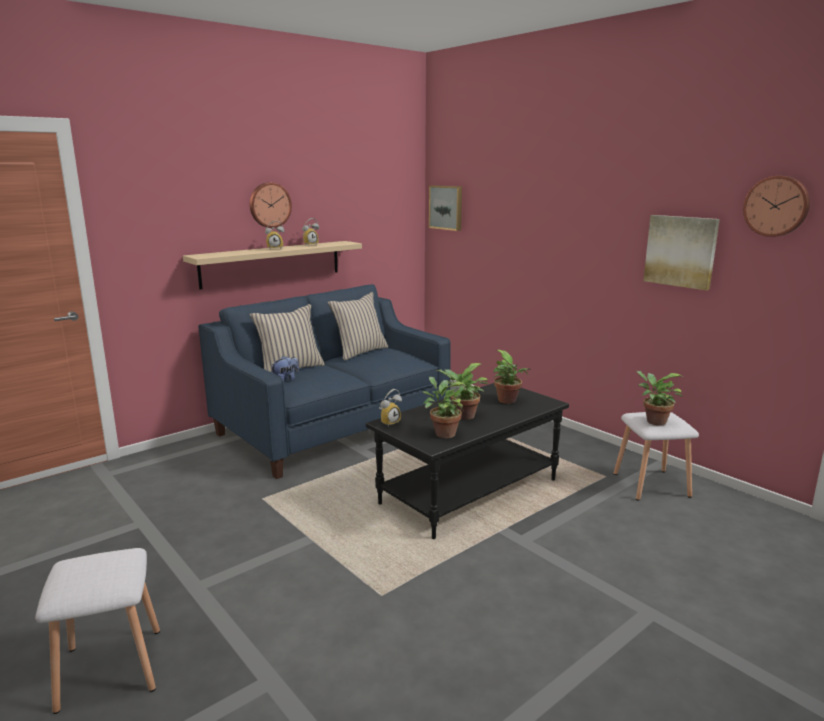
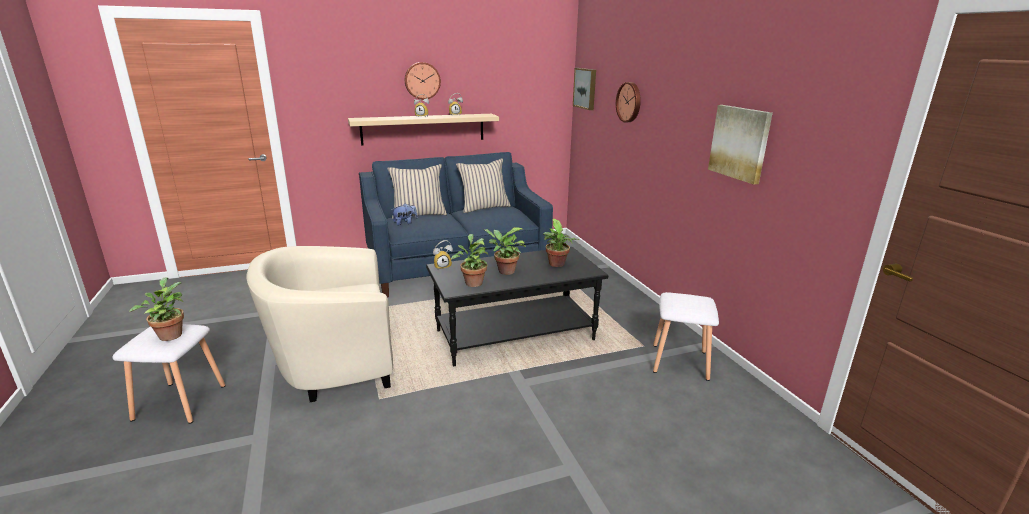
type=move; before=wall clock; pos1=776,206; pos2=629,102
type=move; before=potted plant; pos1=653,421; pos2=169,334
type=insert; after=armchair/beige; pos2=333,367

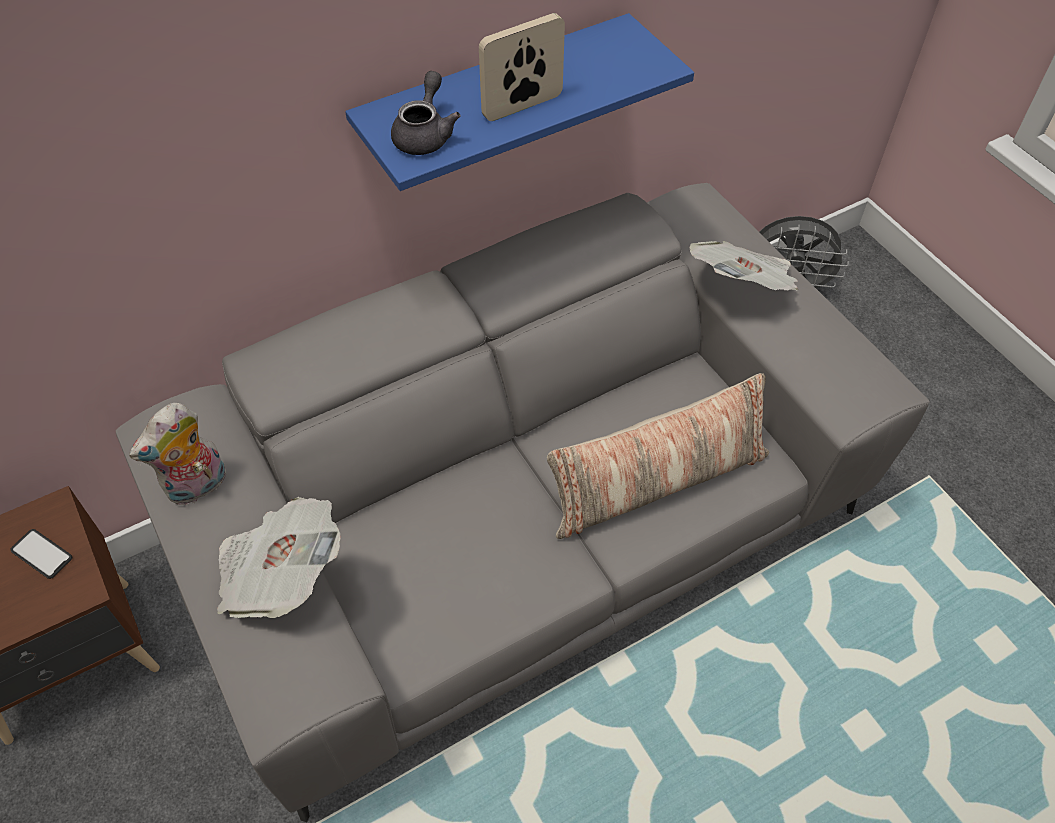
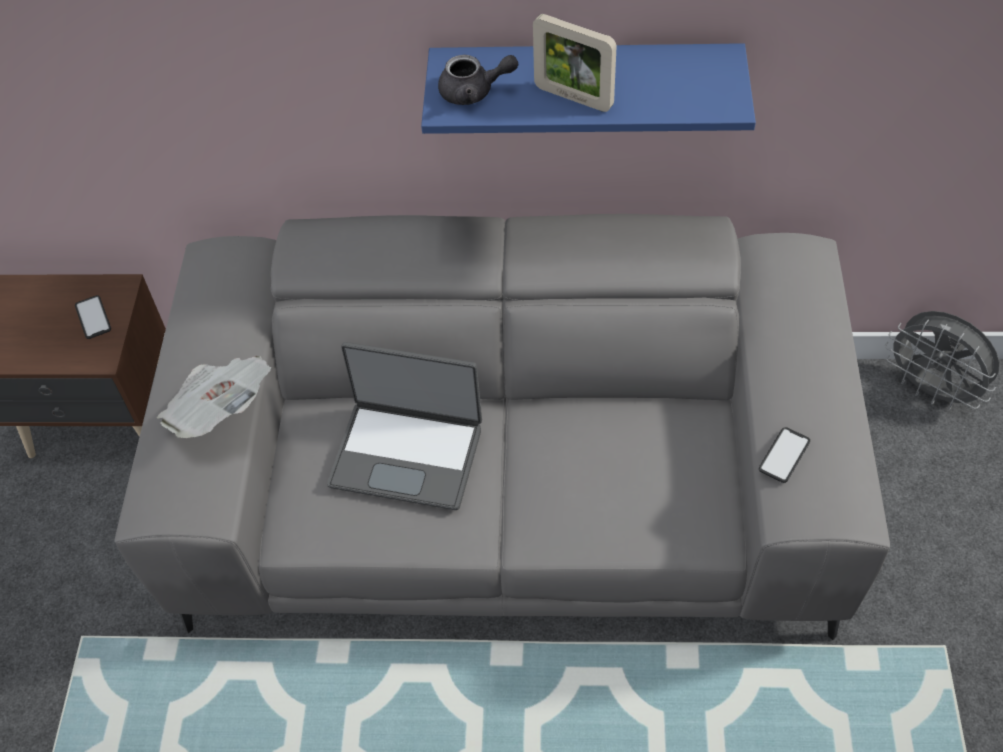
type=rotate; before=picture frame; pos1=522,106; pos2=573,97; turn=-150
type=rotate; before=teapot/grey; pos1=425,134; pos2=474,92; turn=45
type=delete; before=newspaper; pos1=743,285
type=delete; before=pillow; pos1=657,482
type=delete; before=plush toy; pos1=197,487
type=insert; after=laptop; pos2=407,454
type=insert; after=phone; pos2=784,455

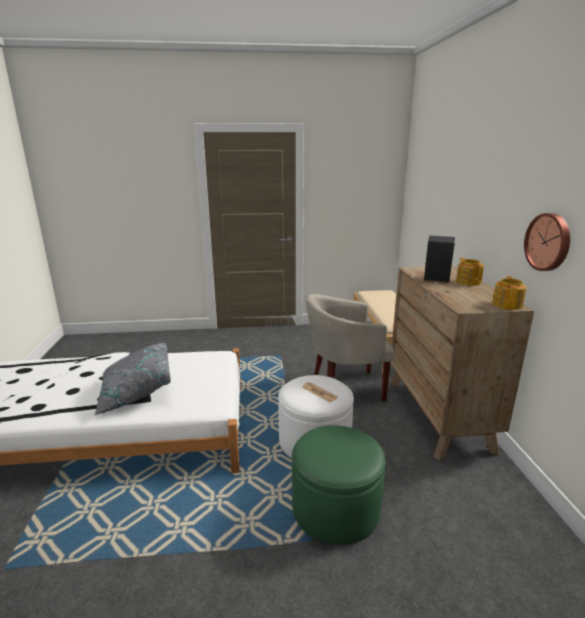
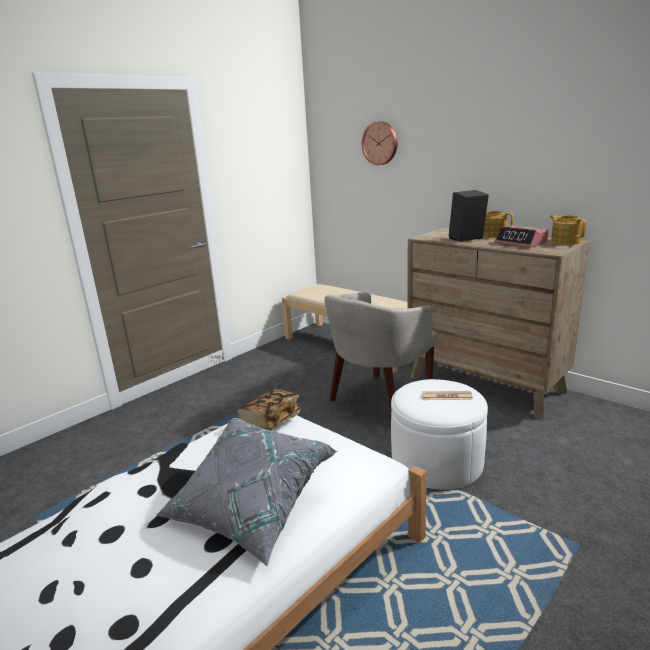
type=move; before=wall clock; pos1=549,242; pos2=380,143
type=delete; before=ottoman/green; pos1=336,507
type=insert; after=alarm clock; pos2=521,243
type=insert; after=book; pos2=271,421

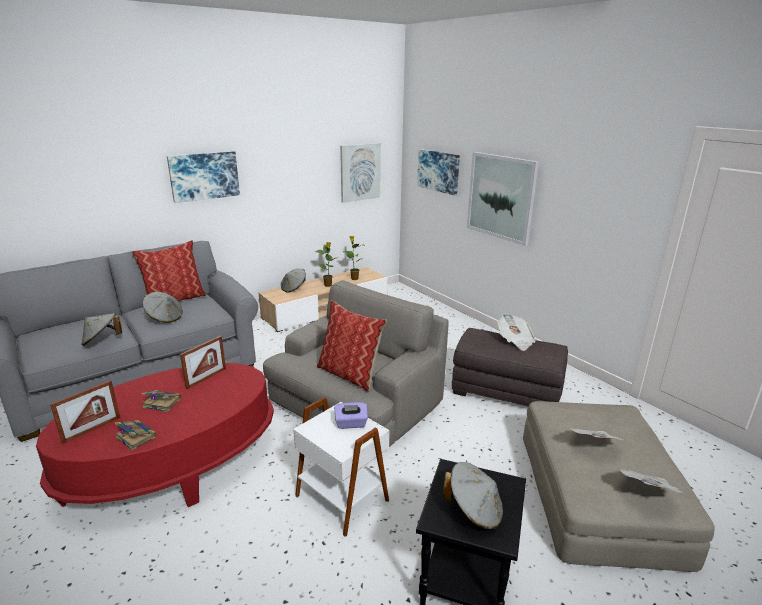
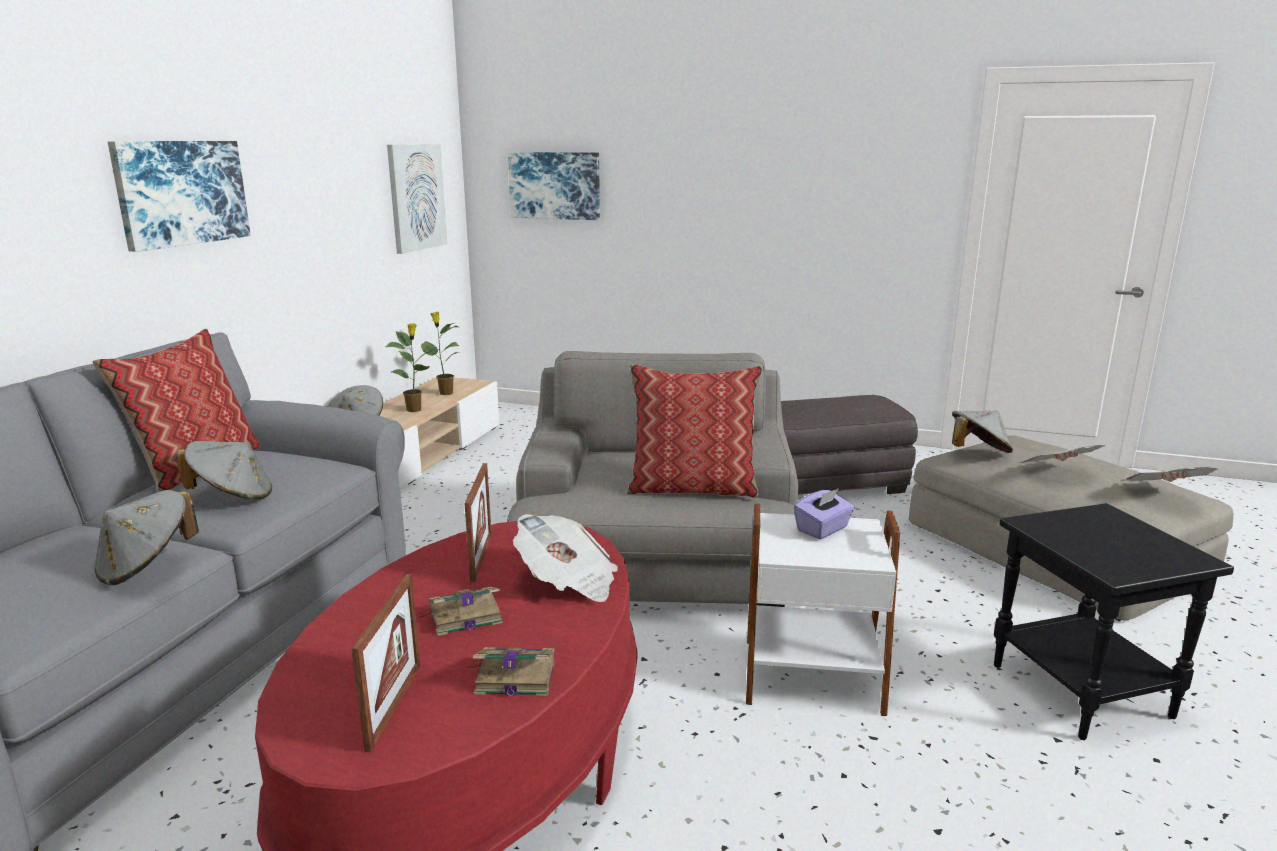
type=delete; before=picture; pos1=500,197
type=move; before=newspaper; pos1=515,341; pos2=568,582
type=move; before=hat/grey; pos1=474,510; pos2=978,452

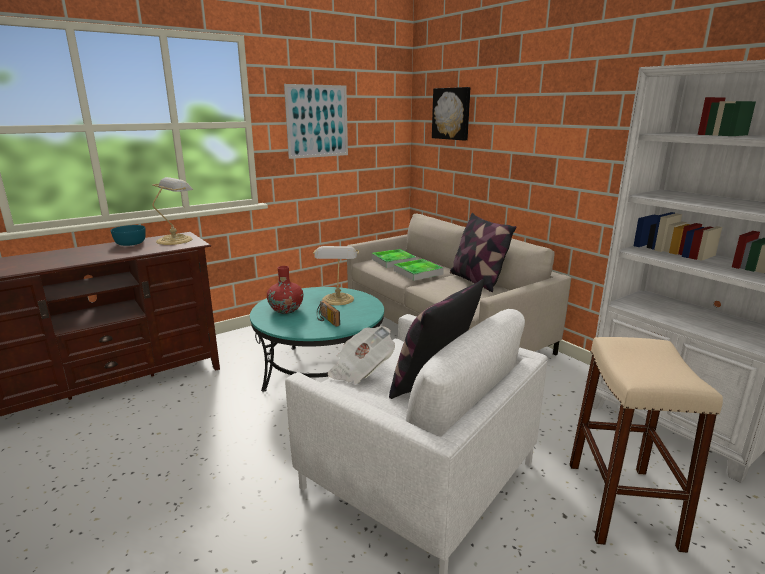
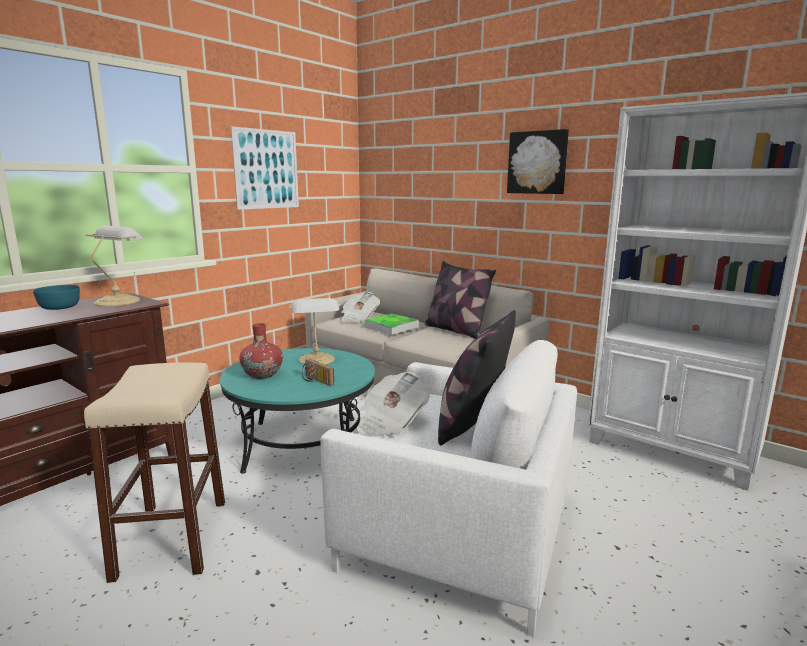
type=move; before=picture; pos1=452,113; pos2=537,162
type=replace; before=tray; after=newspaper; pos1=393,261; pos2=358,318
type=move; before=stool/beige; pos1=621,503; pos2=172,538

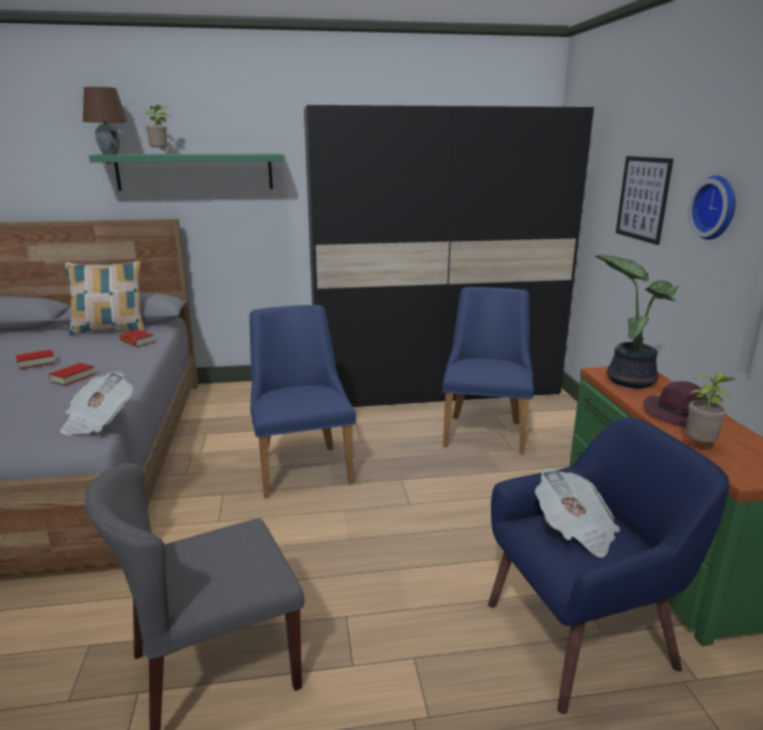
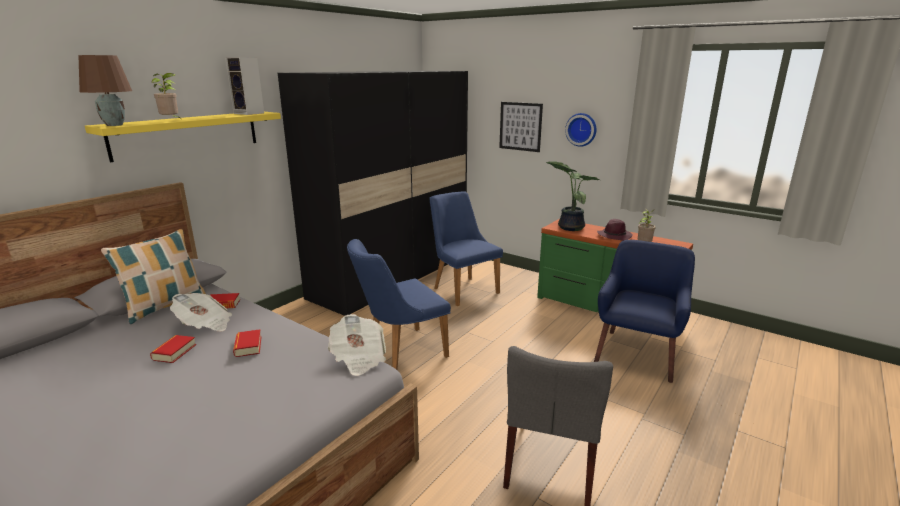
type=recolor; before=shelf/green; after=shelf/yellow; pos1=195,171; pos2=187,134
type=rotate; before=chair/blue; pos1=301,465; pos2=400,352; turn=-60
type=move; before=newspaper; pos1=575,530; pos2=205,324
type=insert; after=speaker; pos2=250,113

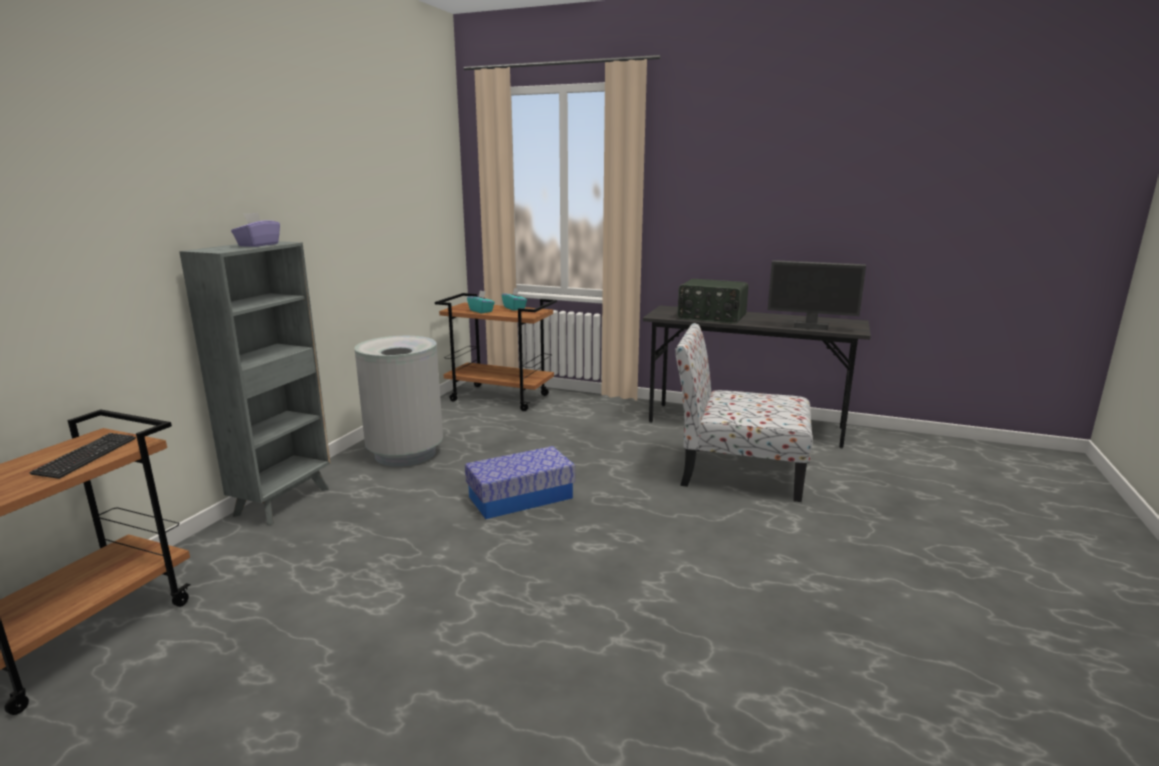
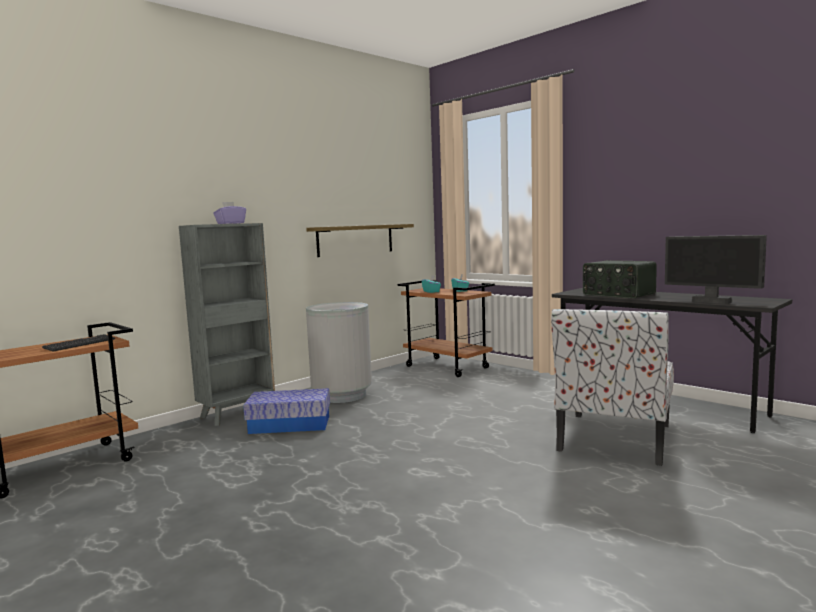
type=rotate; before=chair; pos1=738,472; pos2=614,439; turn=-105
type=move; before=storage box; pos1=520,497; pos2=290,424
type=insert; after=shelf; pos2=355,240

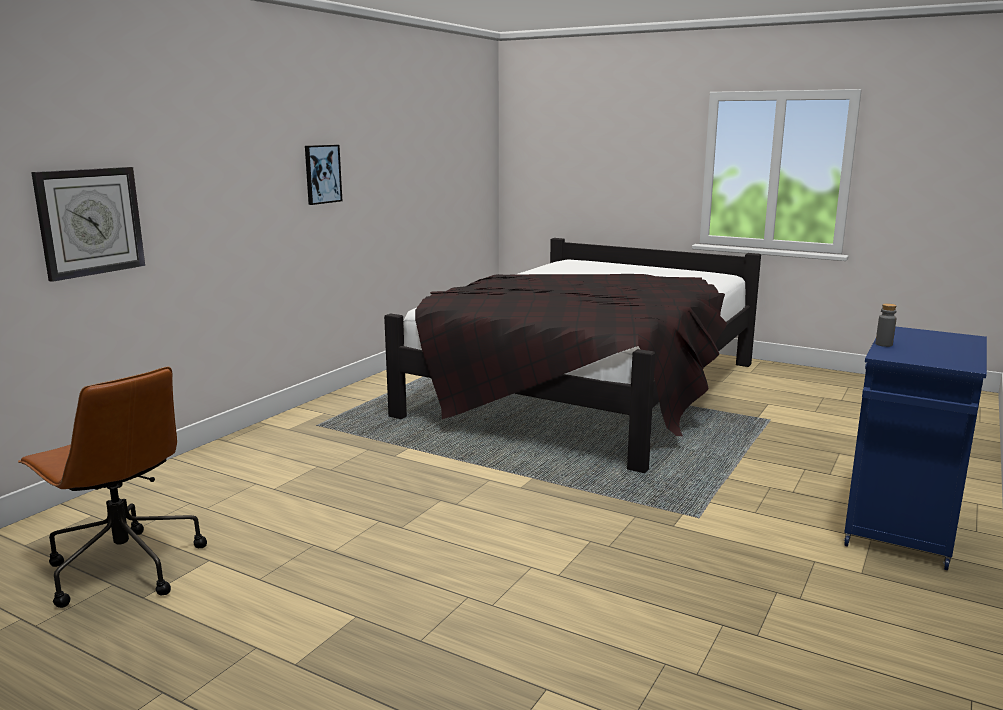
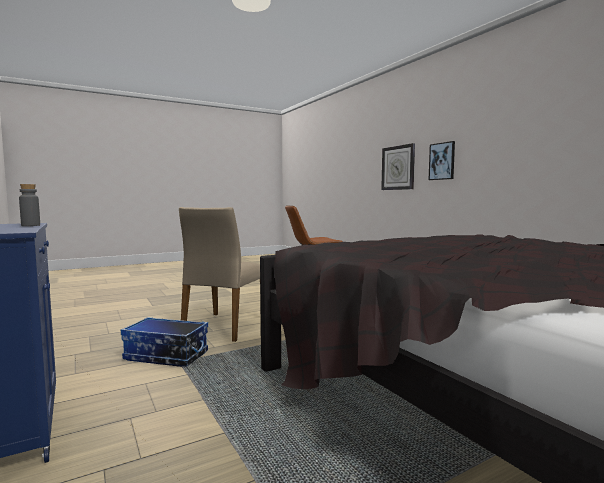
type=move; before=picture; pos1=322,174; pos2=442,161
type=insert; after=chair/beige; pos2=224,326
type=insert; after=storage box; pos2=165,356

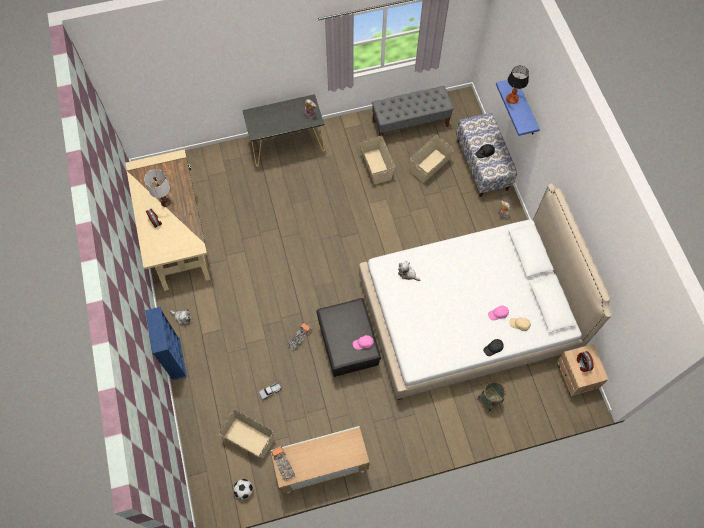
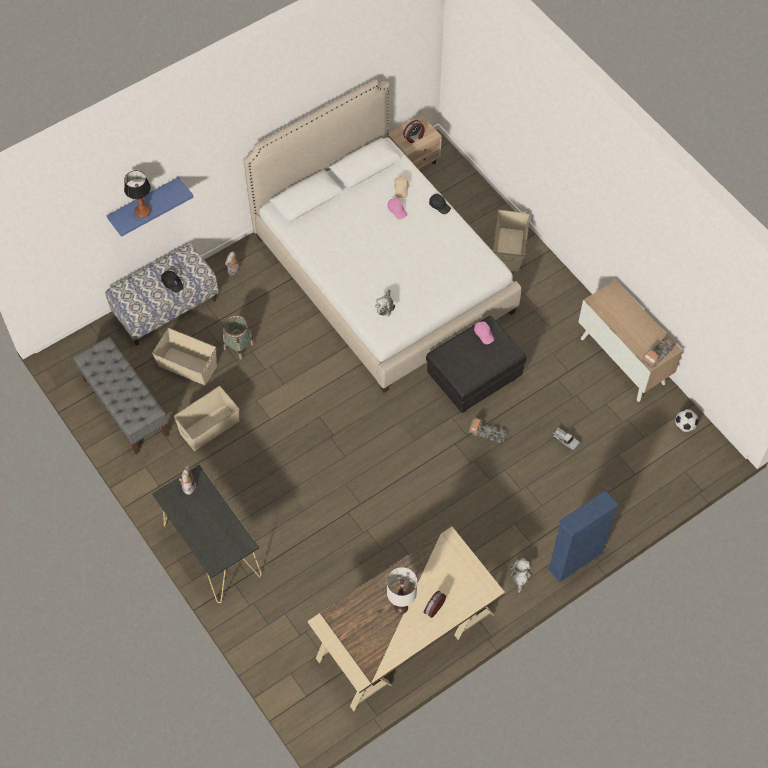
type=move; before=basket; pos1=489,400; pos2=238,346
type=move; before=storage box/beige; pos1=249,438; pos2=509,249

